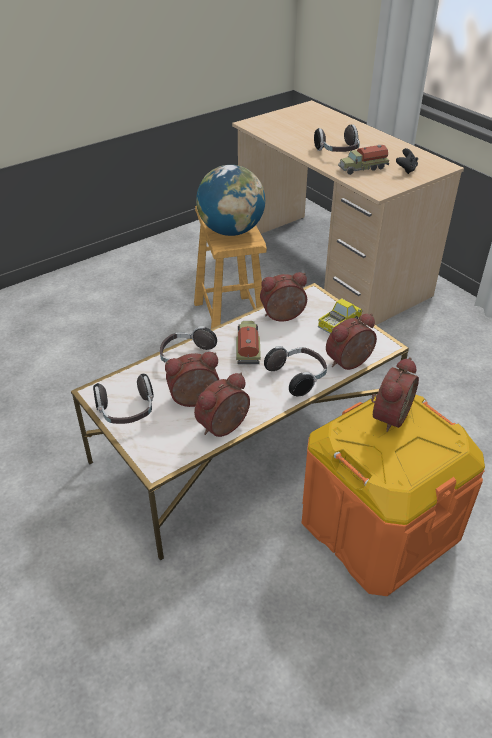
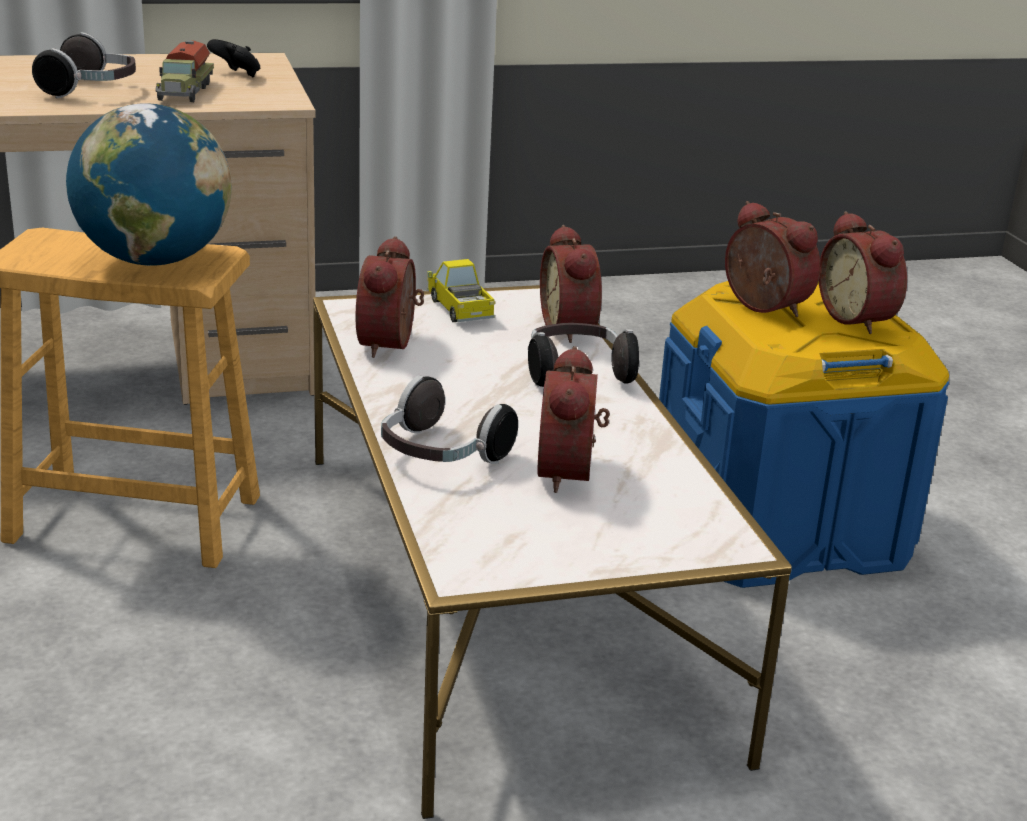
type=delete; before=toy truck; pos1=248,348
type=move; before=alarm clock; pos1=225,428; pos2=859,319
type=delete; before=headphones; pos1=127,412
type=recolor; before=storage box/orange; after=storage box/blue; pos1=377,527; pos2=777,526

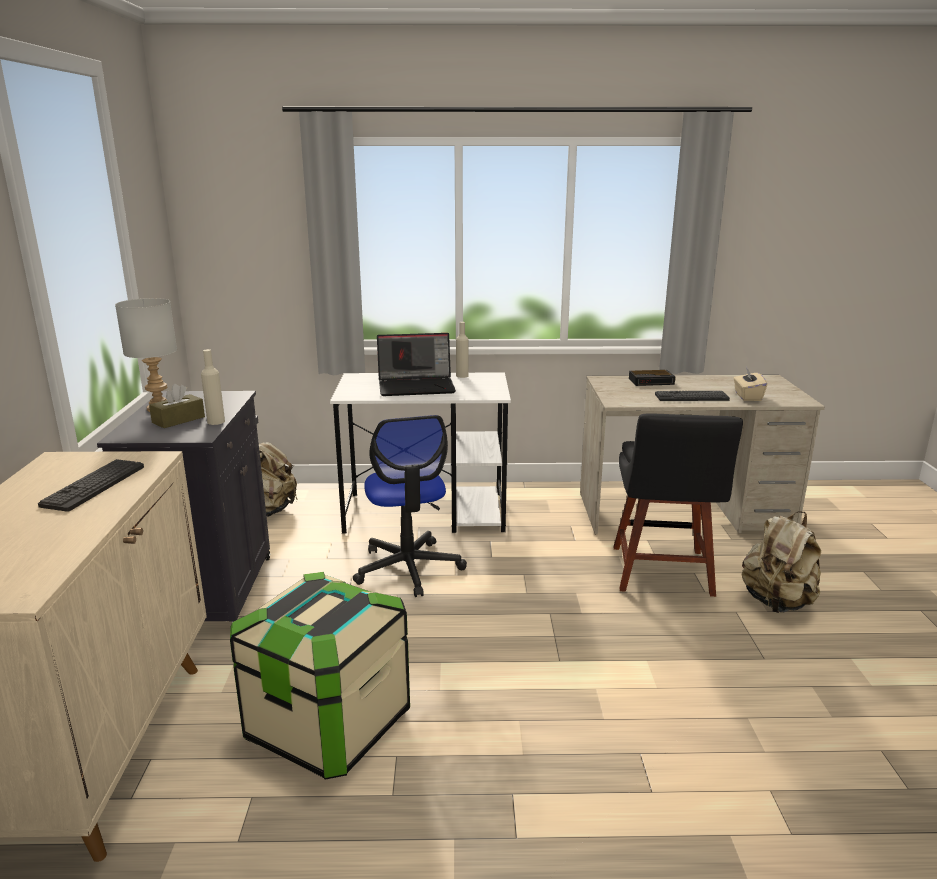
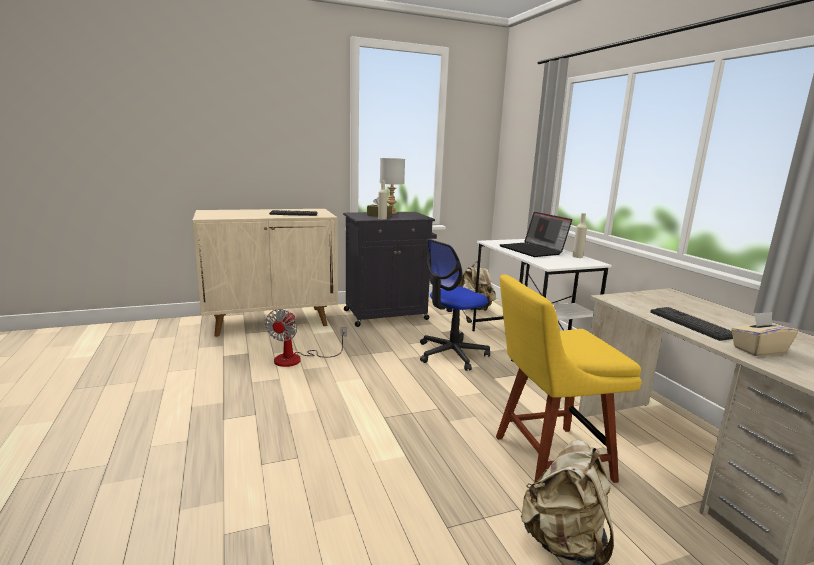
type=delete; before=alarm clock; pos1=652,381
type=recolor; before=chair/black; after=chair/yellow; pos1=662,574; pos2=547,458
type=replace; before=storage box; after=fan; pos1=328,725; pos2=297,359

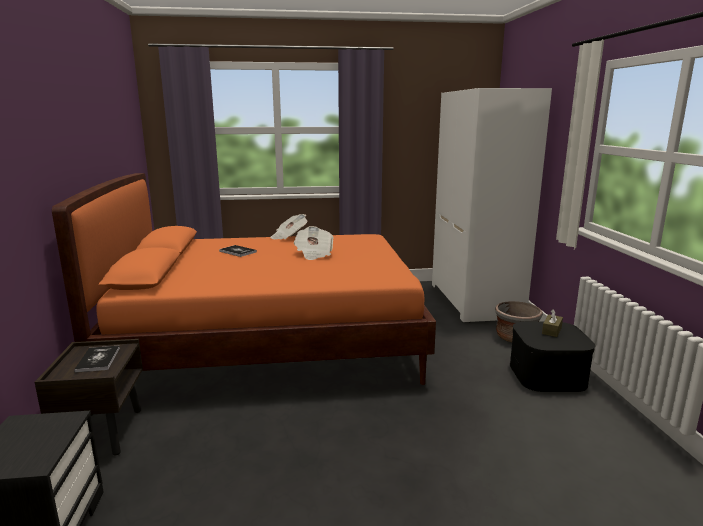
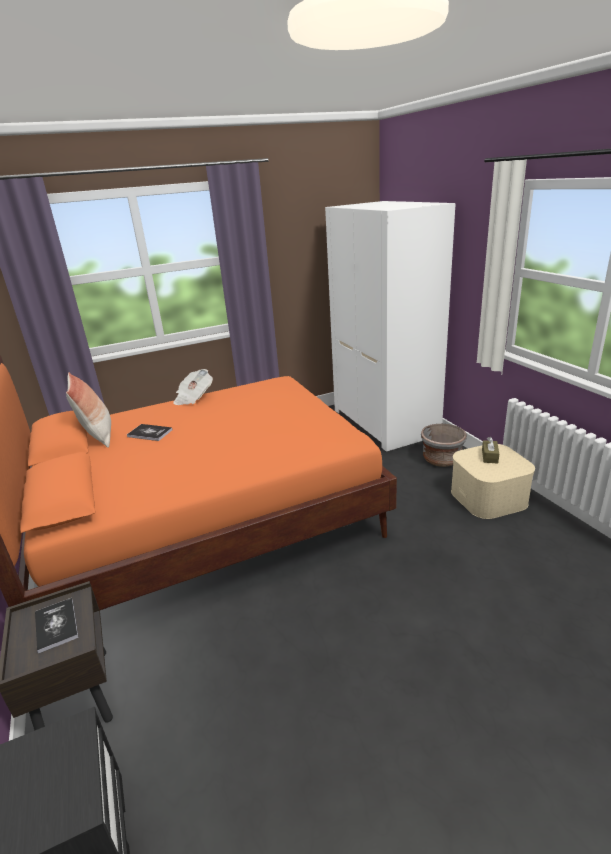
type=delete; before=newspaper; pos1=314,254
type=recolor; before=storage box/black; after=storage box/beige; pos1=547,374; pos2=488,497
type=insert; after=pillow; pos2=98,436

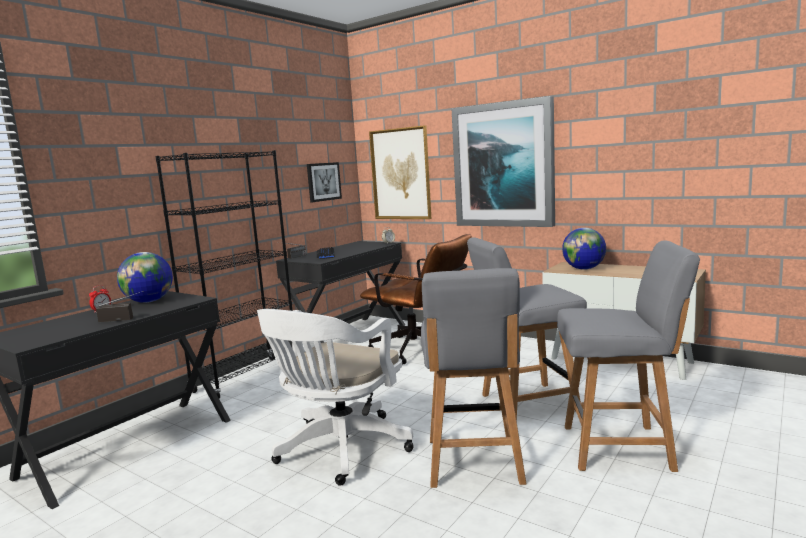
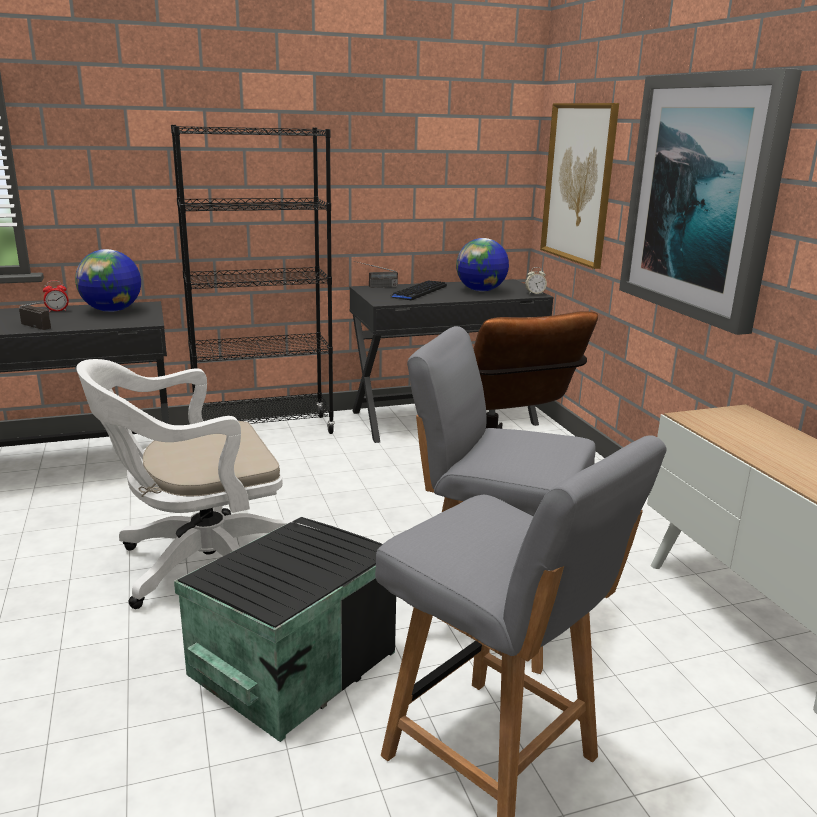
type=delete; before=picture; pos1=323,181
type=move; before=globe; pos1=584,269; pos2=481,291
type=replace; before=chair/grey; after=storage box/black; pos1=474,462; pos2=289,663

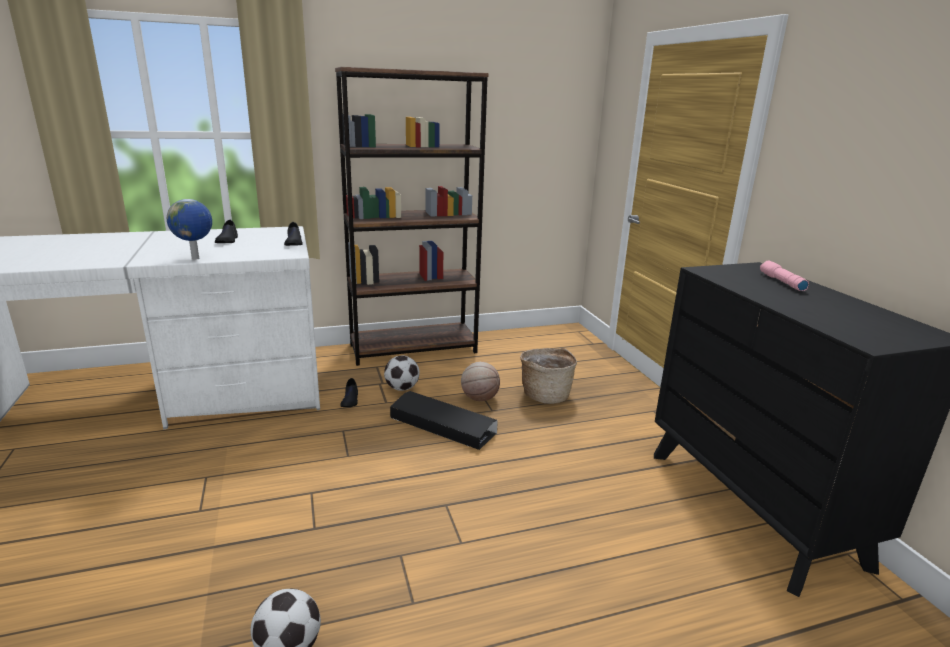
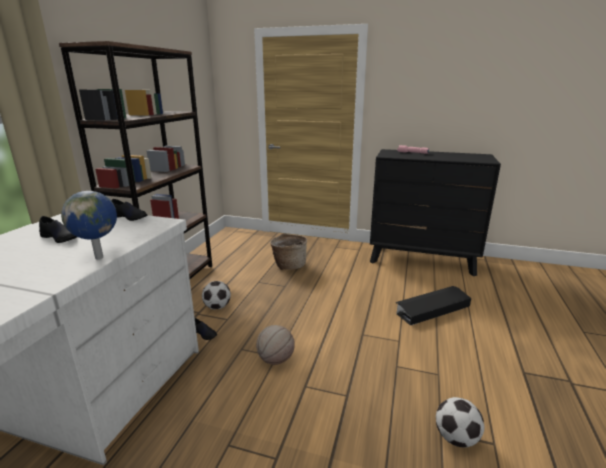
type=move; before=basketball; pos1=479,398; pos2=275,360
type=move; before=storage box/black; pos1=442,425; pos2=431,309

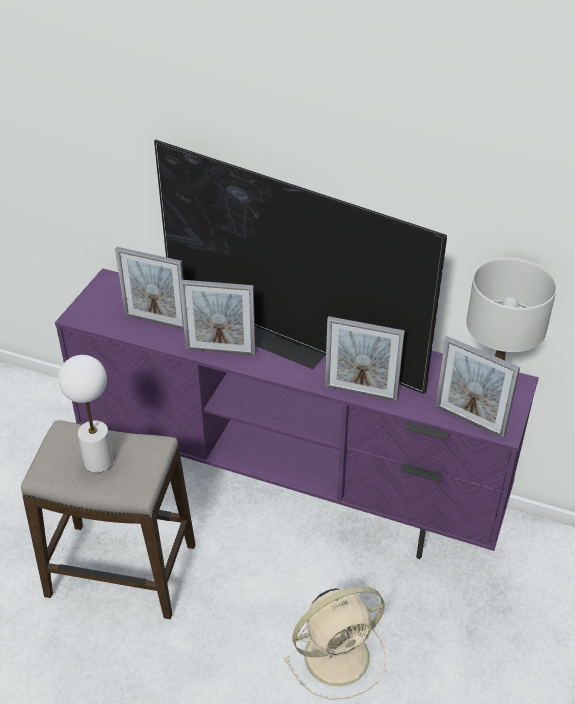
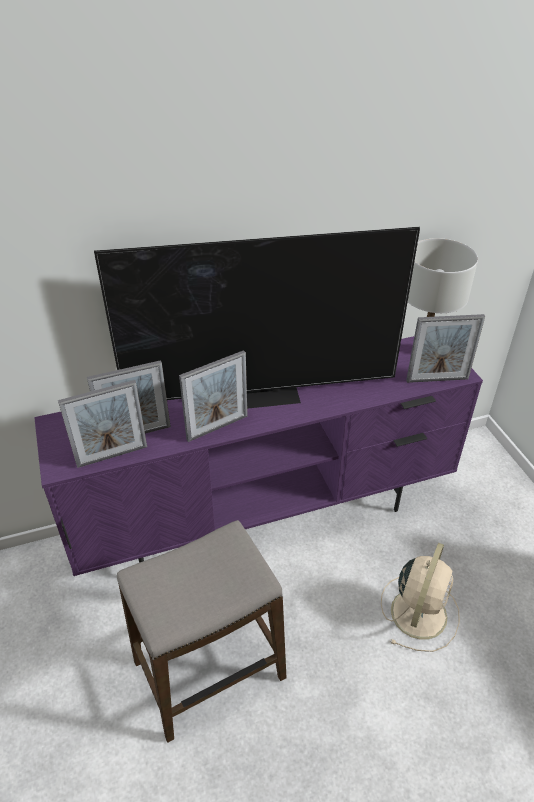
type=move; before=picture frame; pos1=360,393; pos2=112,456
type=delete; before=table lamp/white; pos1=98,462

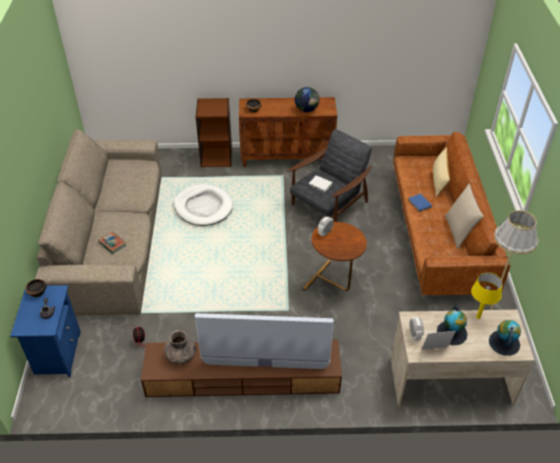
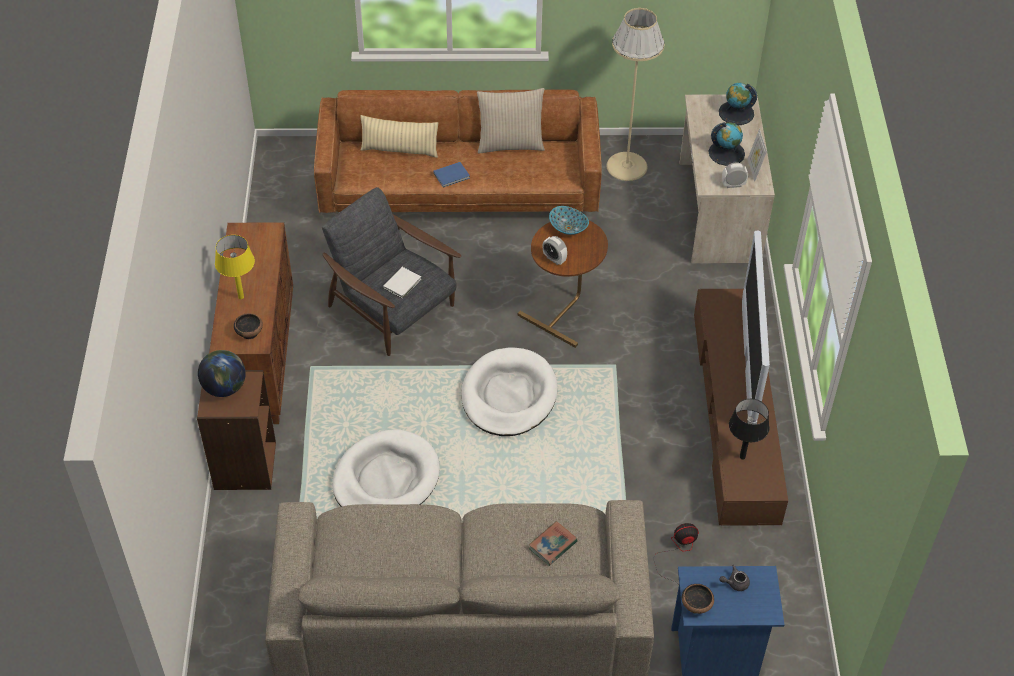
type=move; before=globe; pos1=306,110; pos2=224,387
type=move; before=table lamp/yellow; pos1=478,317; pos2=241,296
type=replace; before=vase/grey; after=table lamp/black; pos1=181,355; pos2=742,457
type=insert; after=bowl; pos2=568,228
type=insert; after=dog bed/white; pos2=509,395

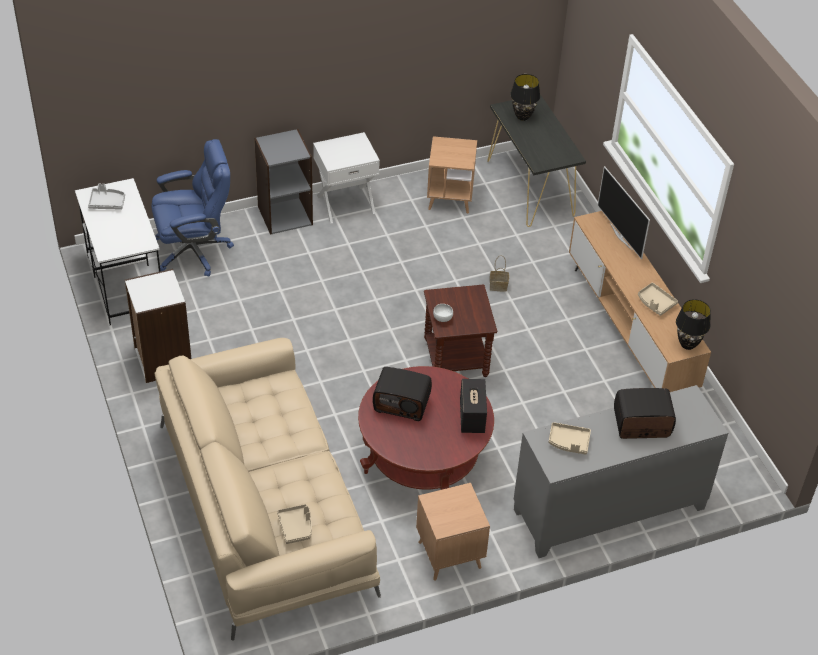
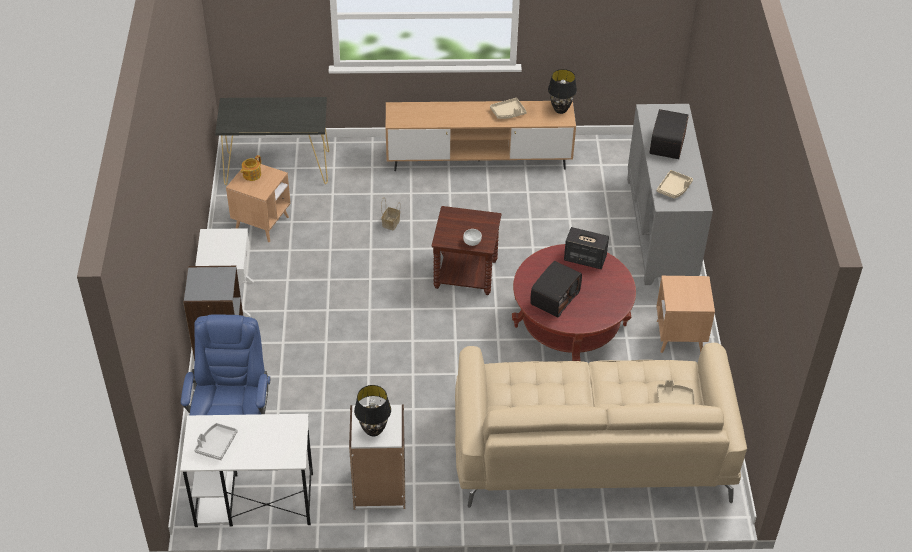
type=move; before=table lamp/black; pos1=522,116; pos2=373,430
type=delete; before=television; pos1=621,236
type=insert; after=teapot; pos2=251,175

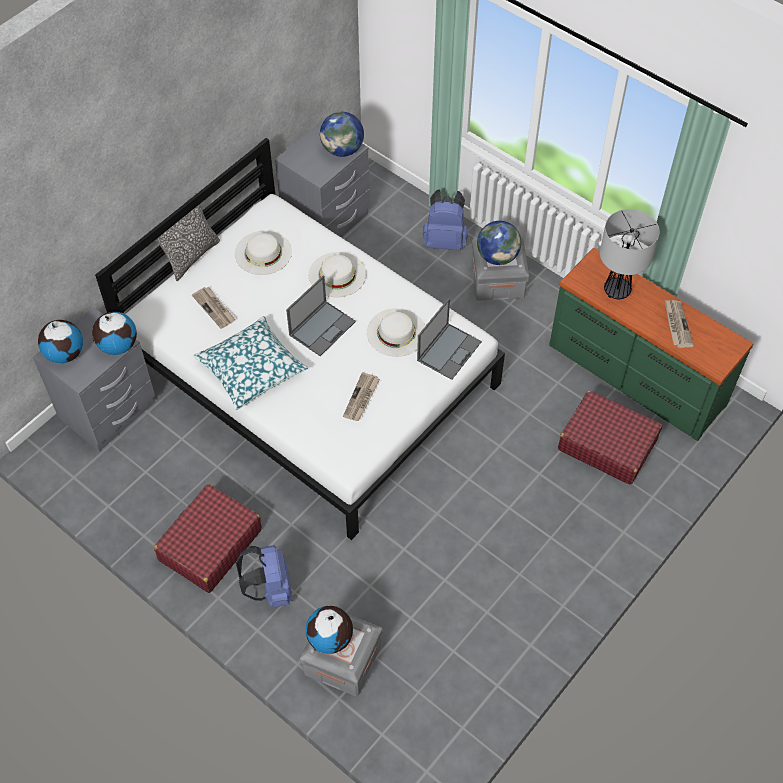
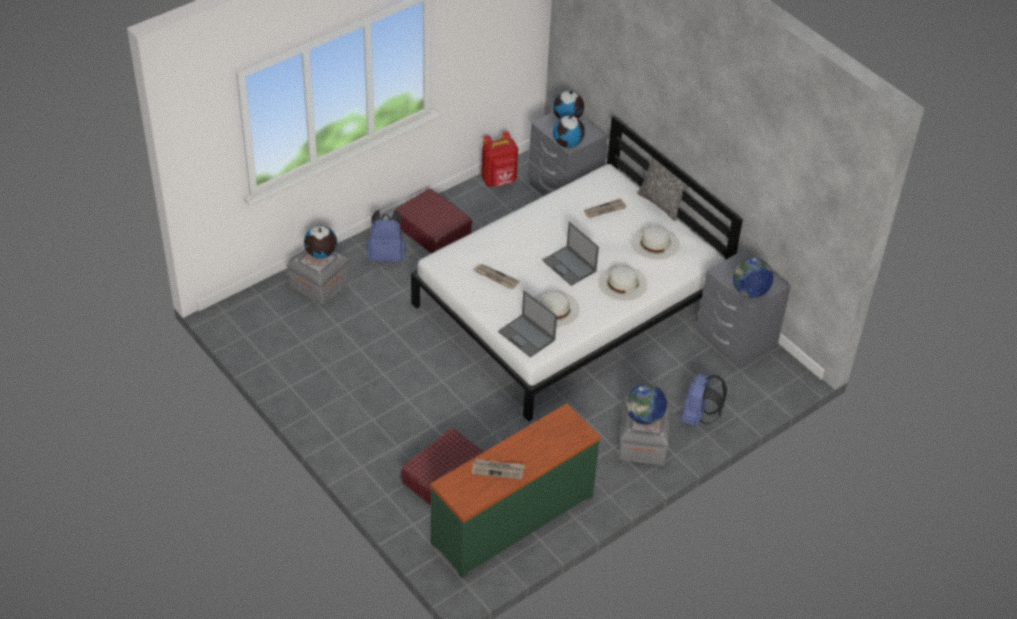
type=delete; before=table lamp; pos1=616,291
type=delete; before=pillow; pos1=251,369
type=insert; after=backpack/red; pos2=499,181

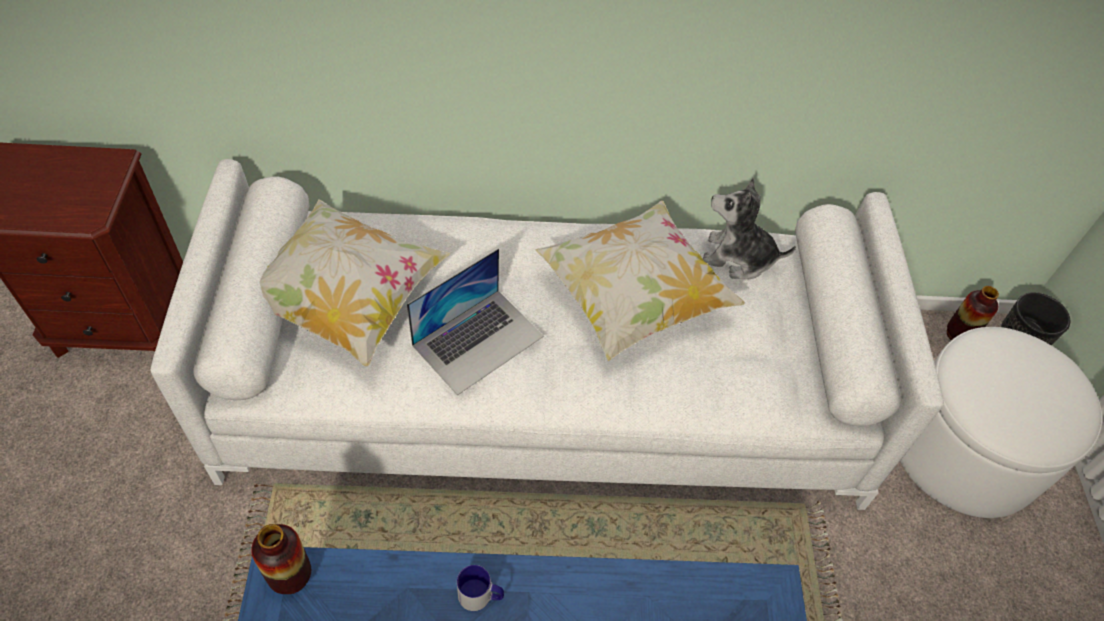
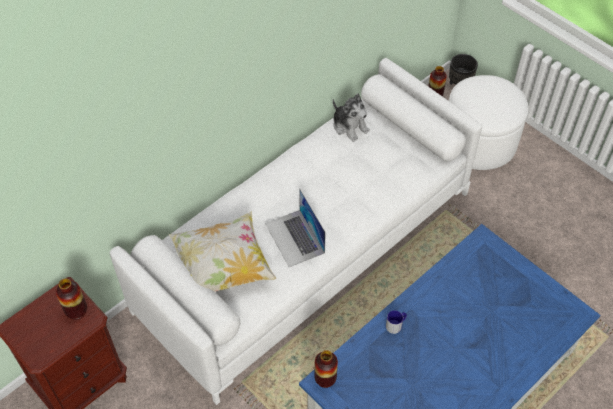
type=rotate; before=plush toy; pos1=737,257; pos2=349,126; turn=-105
type=delete; before=pillow; pos1=632,299
type=rotate; before=laptop; pos1=478,340; pos2=295,238; turn=150
type=insert; after=vase; pos2=76,311

